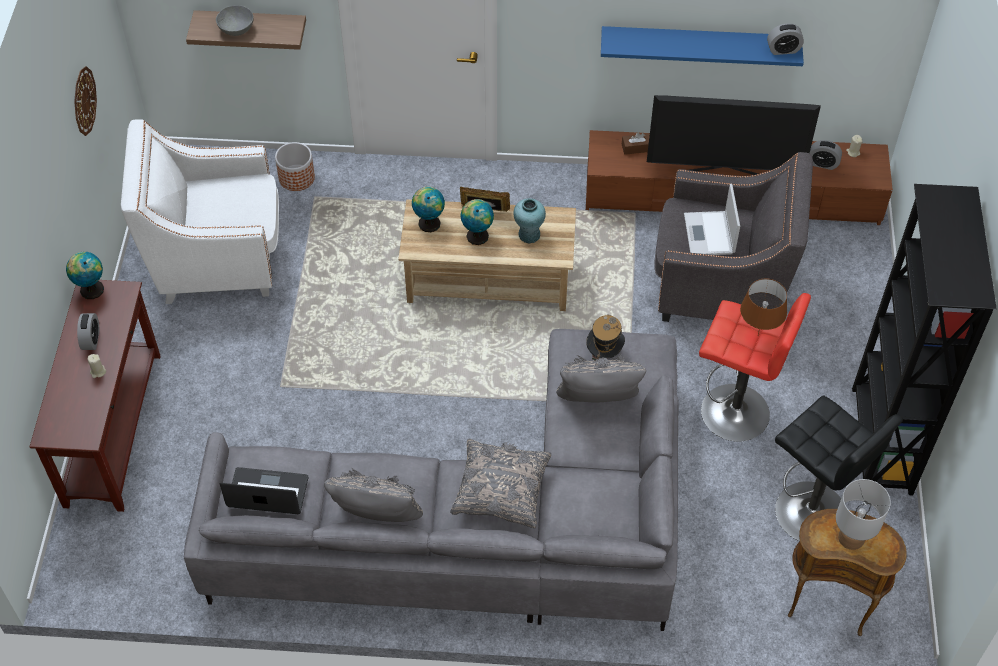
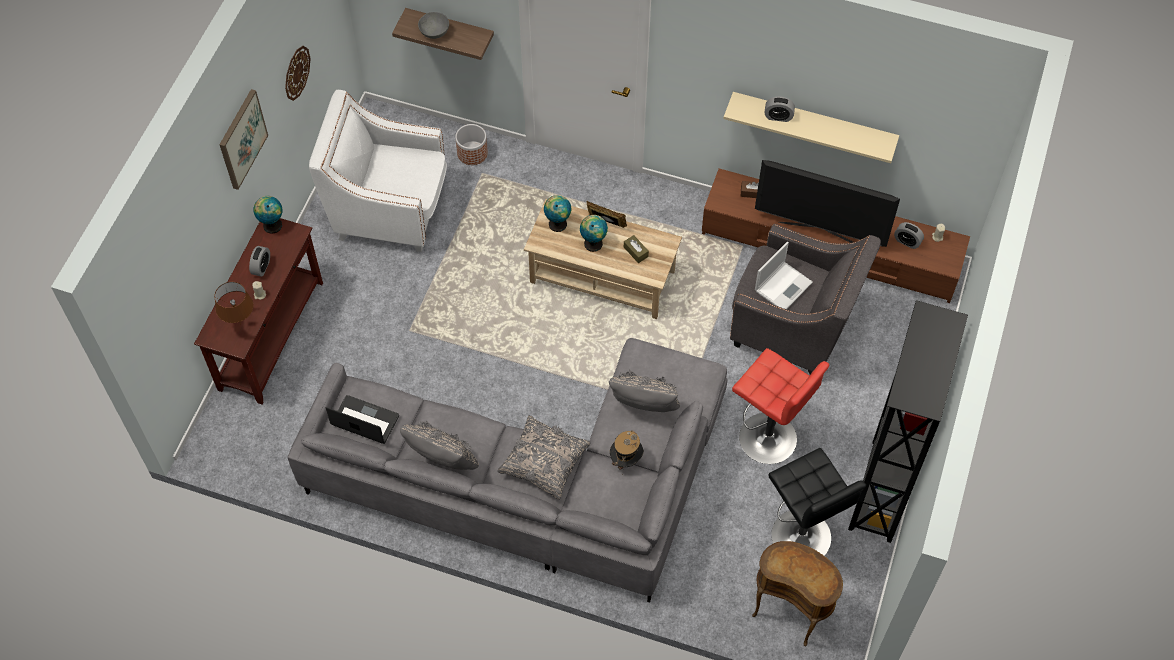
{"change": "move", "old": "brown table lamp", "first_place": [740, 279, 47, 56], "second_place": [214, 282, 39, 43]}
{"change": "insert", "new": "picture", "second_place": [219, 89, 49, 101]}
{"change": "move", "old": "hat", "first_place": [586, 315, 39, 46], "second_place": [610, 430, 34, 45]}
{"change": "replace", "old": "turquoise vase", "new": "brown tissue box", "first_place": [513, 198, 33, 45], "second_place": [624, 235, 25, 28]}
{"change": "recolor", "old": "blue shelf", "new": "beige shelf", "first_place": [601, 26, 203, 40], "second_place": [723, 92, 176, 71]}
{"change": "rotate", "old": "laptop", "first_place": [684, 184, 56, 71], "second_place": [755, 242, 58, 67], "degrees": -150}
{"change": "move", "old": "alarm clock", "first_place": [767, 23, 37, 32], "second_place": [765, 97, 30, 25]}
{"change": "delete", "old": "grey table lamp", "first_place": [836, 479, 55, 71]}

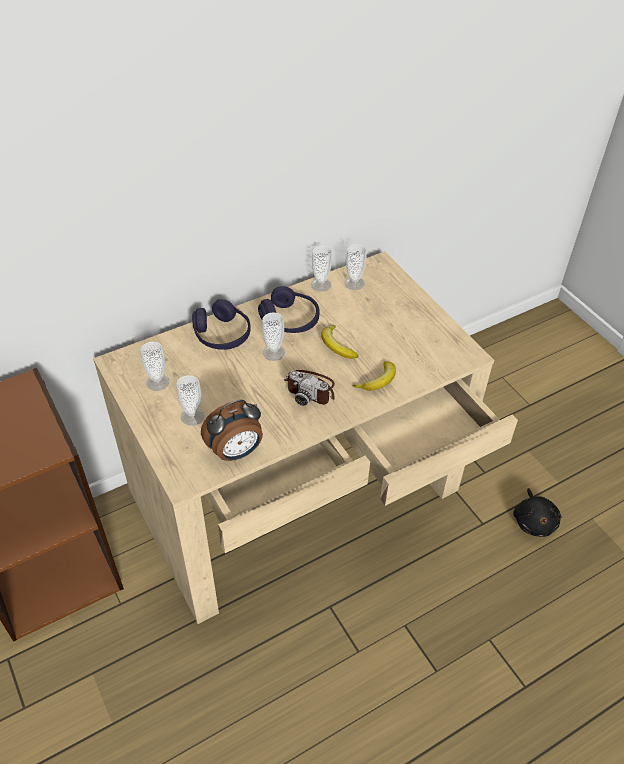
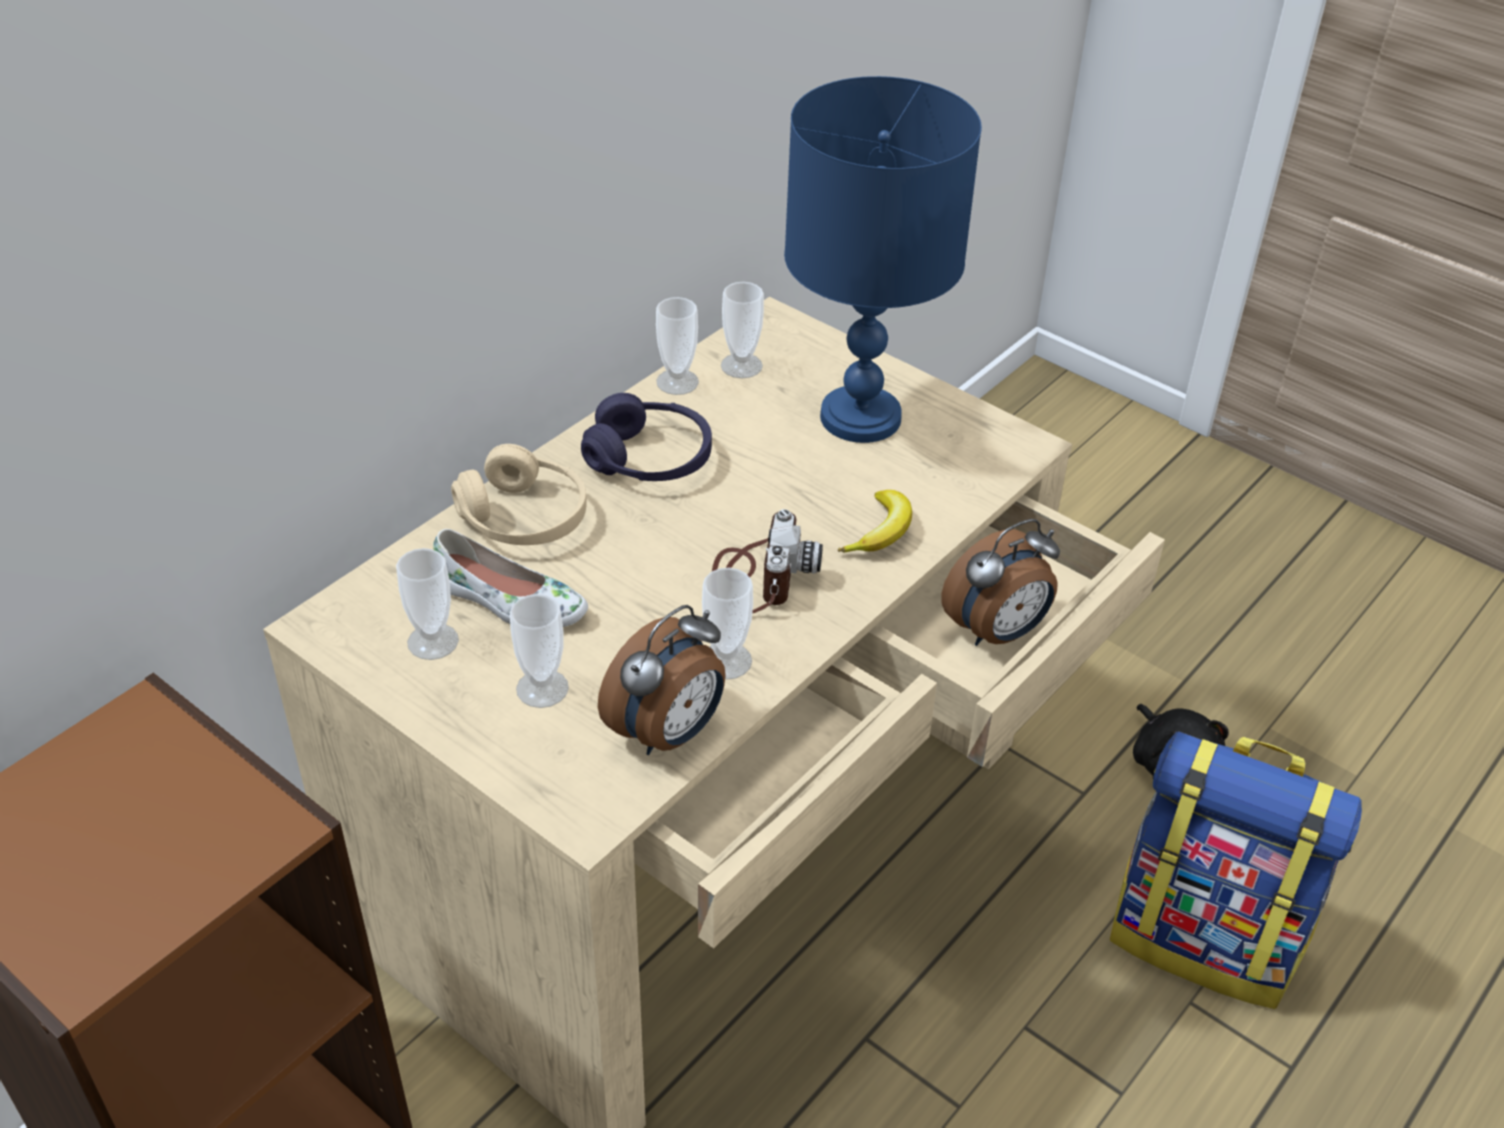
{"change": "insert", "new": "white shoe", "second_place": [433, 529, 155, 98]}
{"change": "recolor", "old": "purple headphones", "new": "beige headphones", "first_place": [192, 299, 59, 51], "second_place": [451, 444, 136, 101]}
{"change": "move", "old": "cup", "first_place": [262, 313, 23, 48], "second_place": [702, 568, 51, 112]}
{"change": "rotate", "old": "photo camera", "first_place": [284, 370, 51, 36], "second_place": [712, 509, 111, 105], "degrees": -90}
{"change": "insert", "new": "blue table lamp", "second_place": [784, 76, 198, 367]}
{"change": "insert", "new": "alarm clock", "second_place": [941, 519, 119, 127]}
{"change": "insert", "new": "backpack", "second_place": [1110, 731, 252, 278]}
{"change": "delete", "old": "banana", "first_place": [321, 325, 37, 34]}

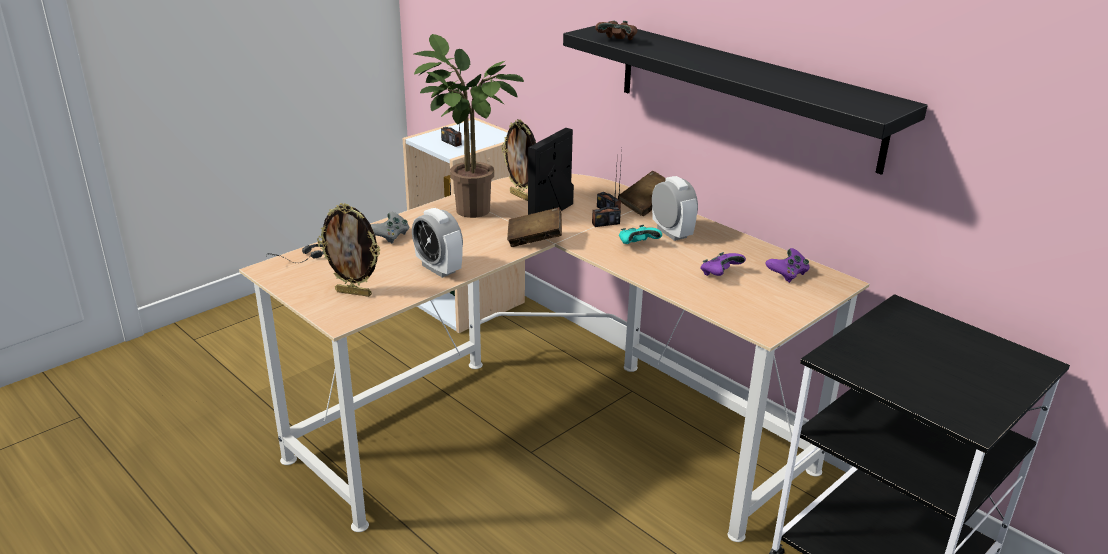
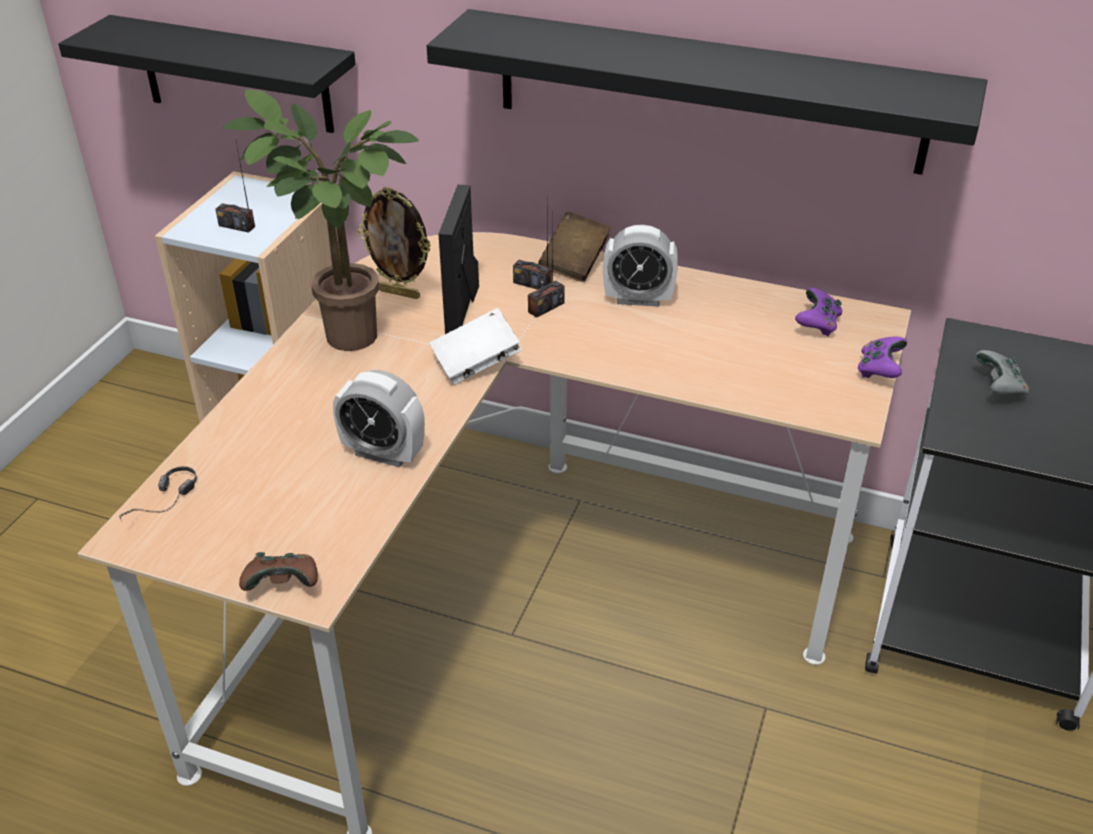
{"change": "insert", "new": "black shelf", "second_place": [58, 15, 298, 118]}
{"change": "move", "old": "brown game controller", "first_place": [595, 21, 42, 19], "second_place": [239, 552, 79, 39]}
{"change": "recolor", "old": "brown book", "new": "white book", "first_place": [507, 207, 55, 40], "second_place": [430, 308, 91, 76]}
{"change": "rotate", "old": "alarm clock", "first_place": [652, 176, 46, 65], "second_place": [603, 225, 75, 82], "degrees": 150}
{"change": "move", "old": "purple game controller", "first_place": [700, 252, 46, 24], "second_place": [858, 337, 49, 41]}
{"change": "move", "old": "grey game controller", "first_place": [371, 212, 38, 31], "second_place": [976, 350, 53, 49]}
{"change": "delete", "old": "picture frame", "first_place": [317, 203, 63, 94]}
{"change": "delete", "old": "turquoise game controller", "first_place": [619, 225, 43, 19]}

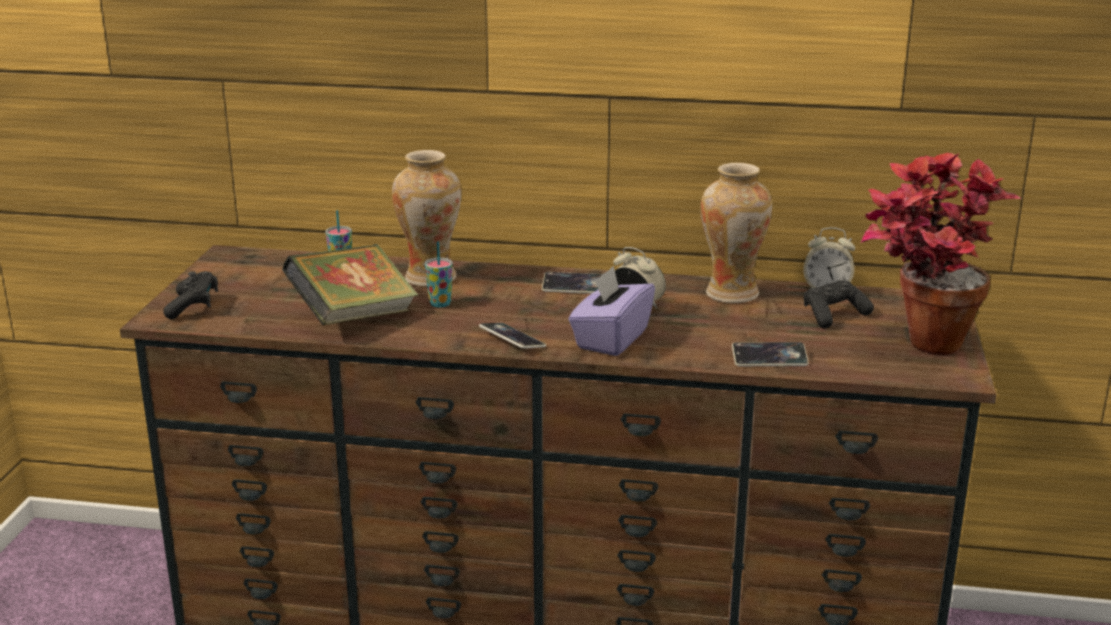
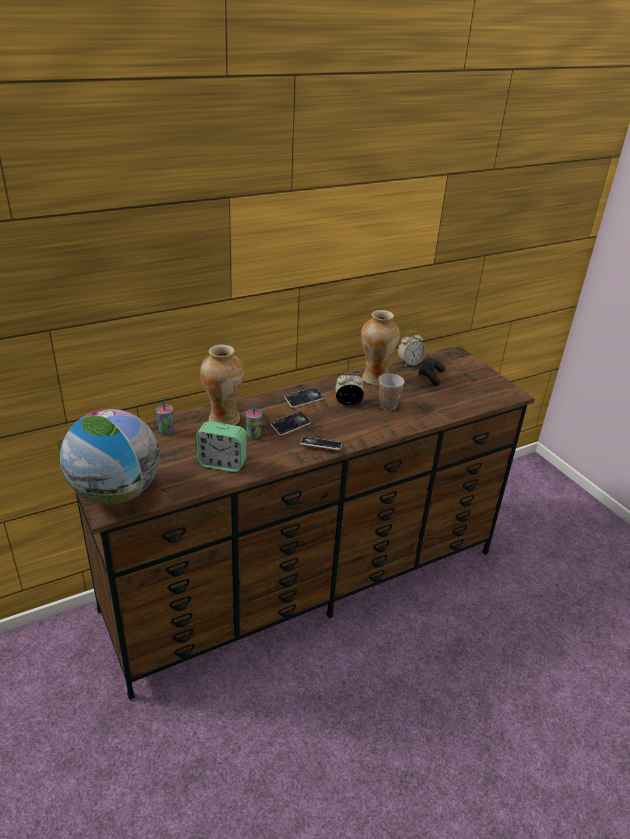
{"change": "replace", "old": "black game controller", "new": "globe", "first_place": [163, 271, 55, 48], "second_place": [60, 409, 100, 96]}
{"change": "replace", "old": "book", "new": "alarm clock", "first_place": [282, 244, 136, 81], "second_place": [196, 421, 51, 51]}
{"change": "move", "old": "phone", "first_place": [732, 342, 76, 24], "second_place": [271, 411, 40, 25]}
{"change": "insert", "new": "cup", "second_place": [378, 374, 27, 36]}
{"change": "delete", "old": "purple tissue box", "first_place": [568, 266, 87, 90]}
{"change": "delete", "old": "potted plant", "first_place": [861, 153, 161, 202]}

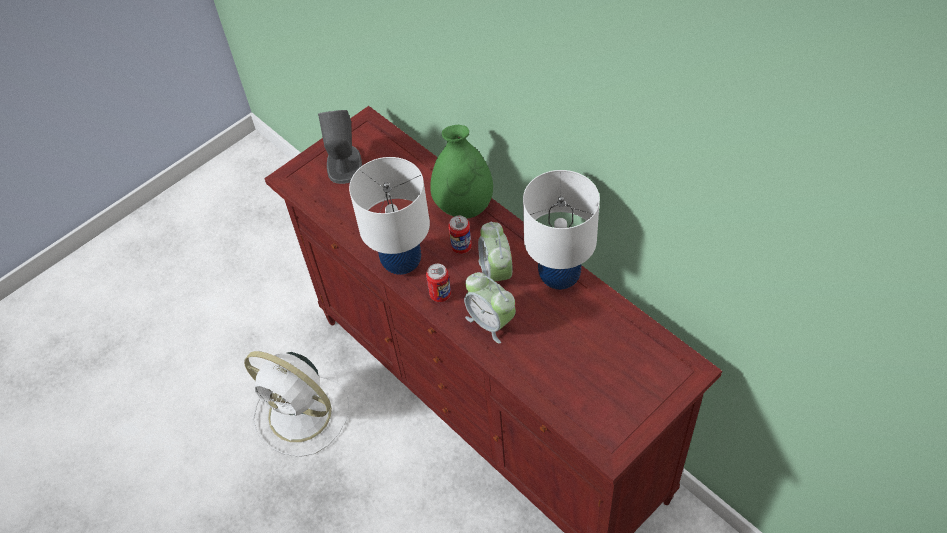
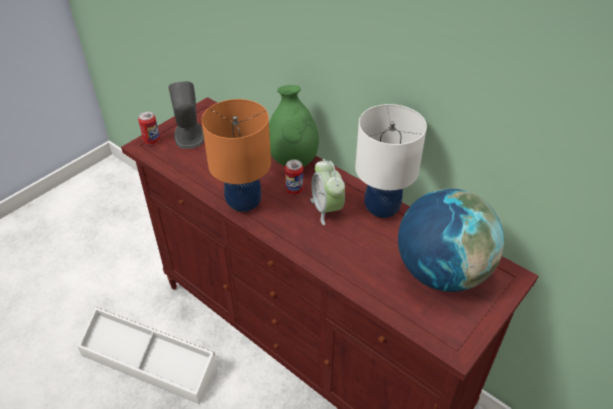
{"change": "replace", "old": "white fan", "new": "white storage box", "first_place": [244, 351, 105, 106], "second_place": [77, 307, 141, 97]}
{"change": "move", "old": "can", "first_place": [426, 264, 25, 38], "second_place": [138, 112, 22, 32]}
{"change": "recolor", "old": "white table lamp", "new": "orange table lamp", "first_place": [349, 157, 81, 118], "second_place": [201, 99, 70, 113]}
{"change": "insert", "new": "globe", "second_place": [398, 188, 106, 104]}
{"change": "delete", "old": "alarm clock", "first_place": [464, 272, 52, 72]}

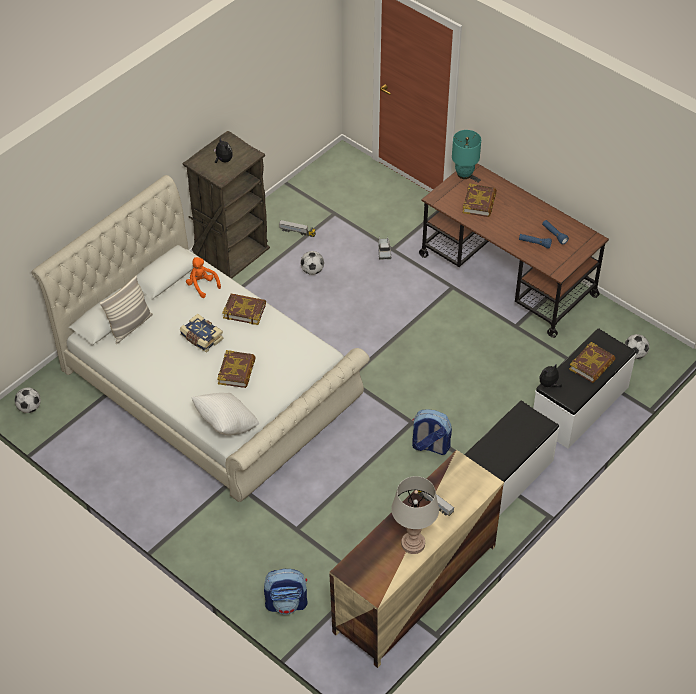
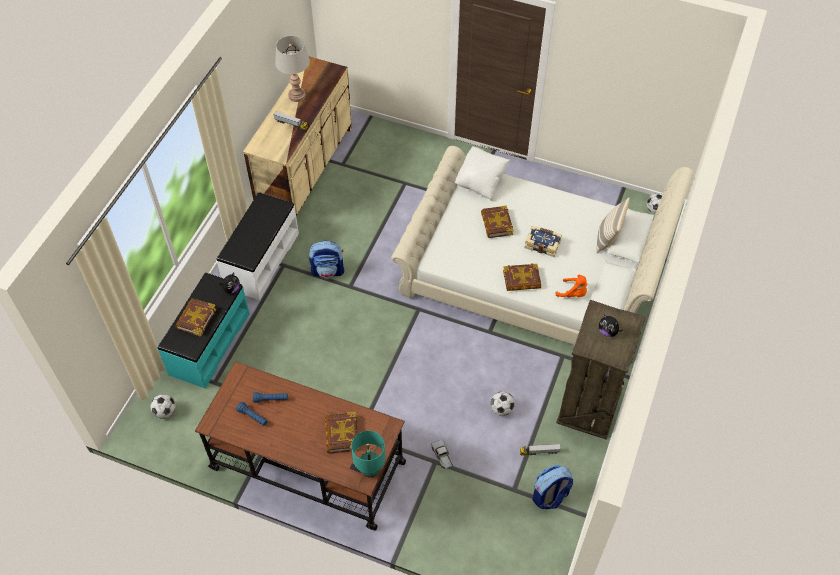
{"change": "recolor", "old": "white bench", "new": "turquoise bench", "first_place": [533, 328, 103, 121], "second_place": [158, 273, 91, 116]}
{"change": "move", "old": "backpack", "first_place": [264, 569, 44, 46], "second_place": [533, 465, 40, 44]}

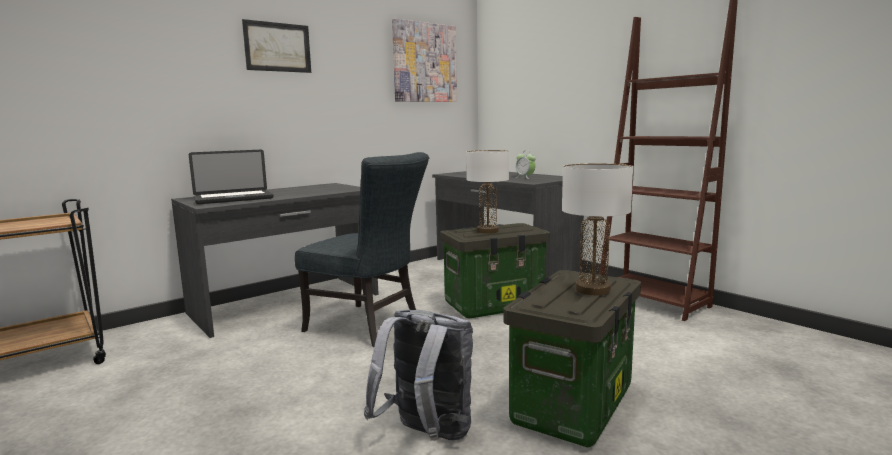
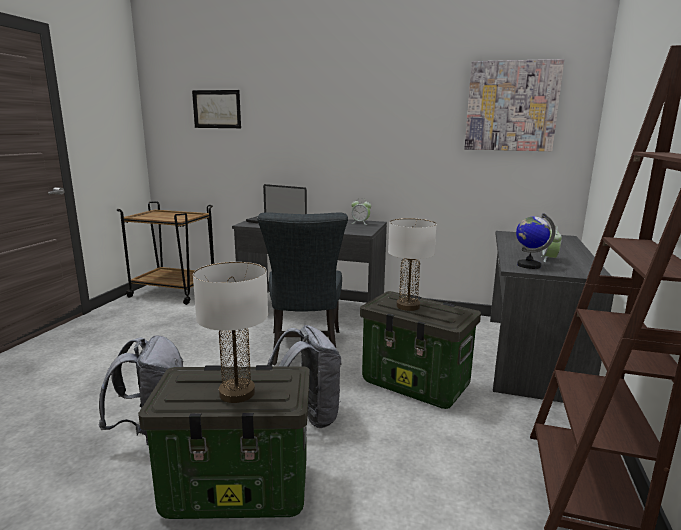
{"change": "move", "old": "picture", "first_place": [242, 19, 69, 54], "second_place": [192, 90, 49, 38]}
{"change": "insert", "new": "grey backpack", "second_place": [268, 325, 74, 103]}
{"change": "insert", "new": "alarm clock", "second_place": [351, 201, 20, 24]}
{"change": "insert", "new": "globe", "second_place": [516, 213, 40, 56]}

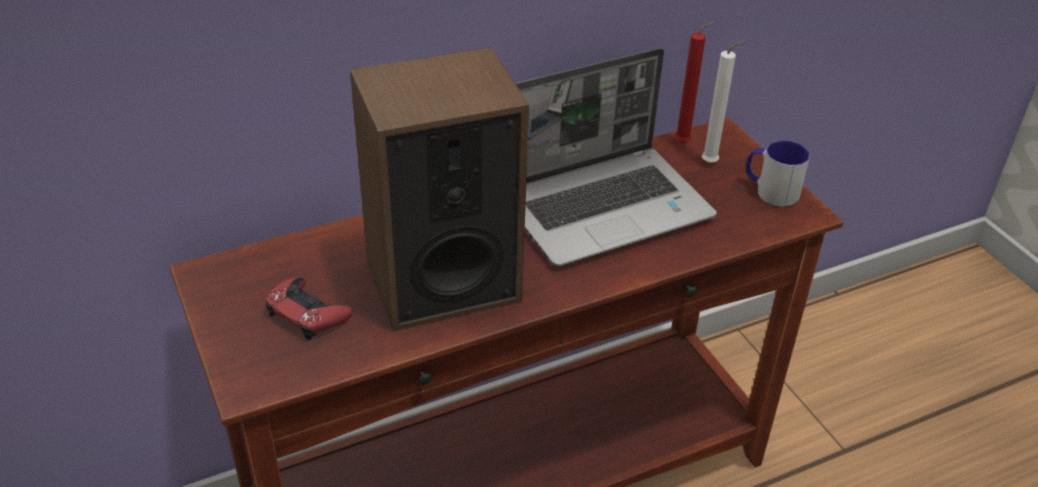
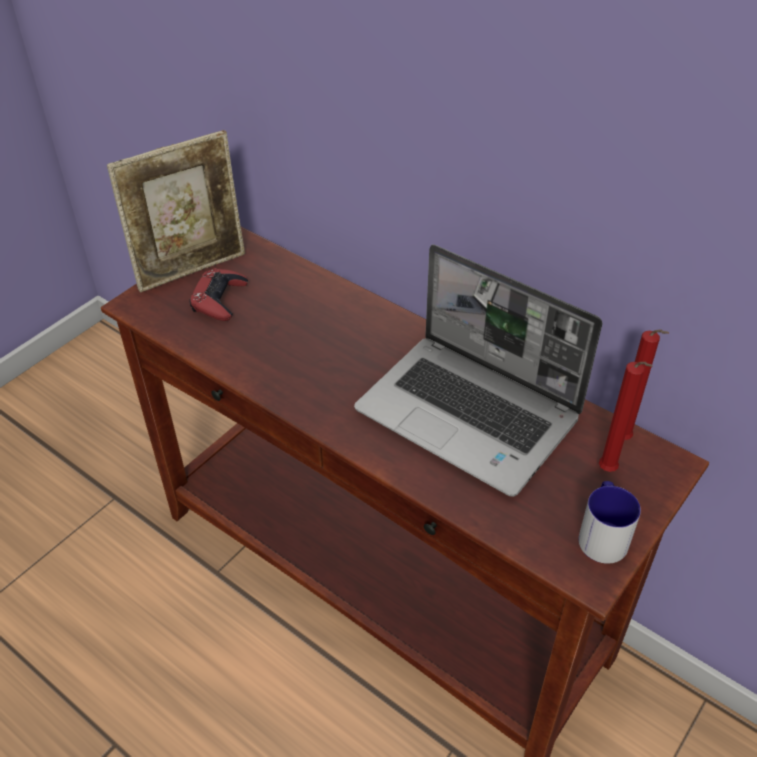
{"change": "insert", "new": "picture frame", "second_place": [107, 130, 138, 163]}
{"change": "recolor", "old": "white candle", "new": "red candle", "first_place": [702, 41, 44, 122], "second_place": [599, 362, 54, 110]}
{"change": "delete", "old": "speaker", "first_place": [350, 47, 179, 284]}

